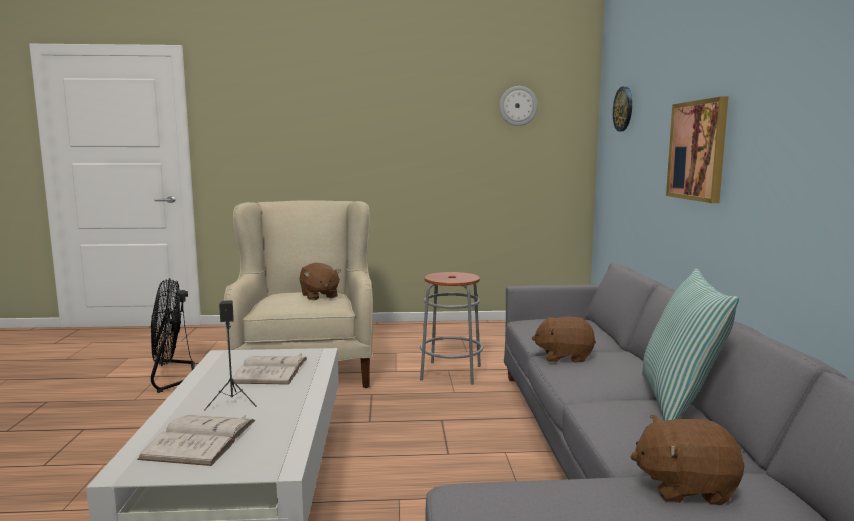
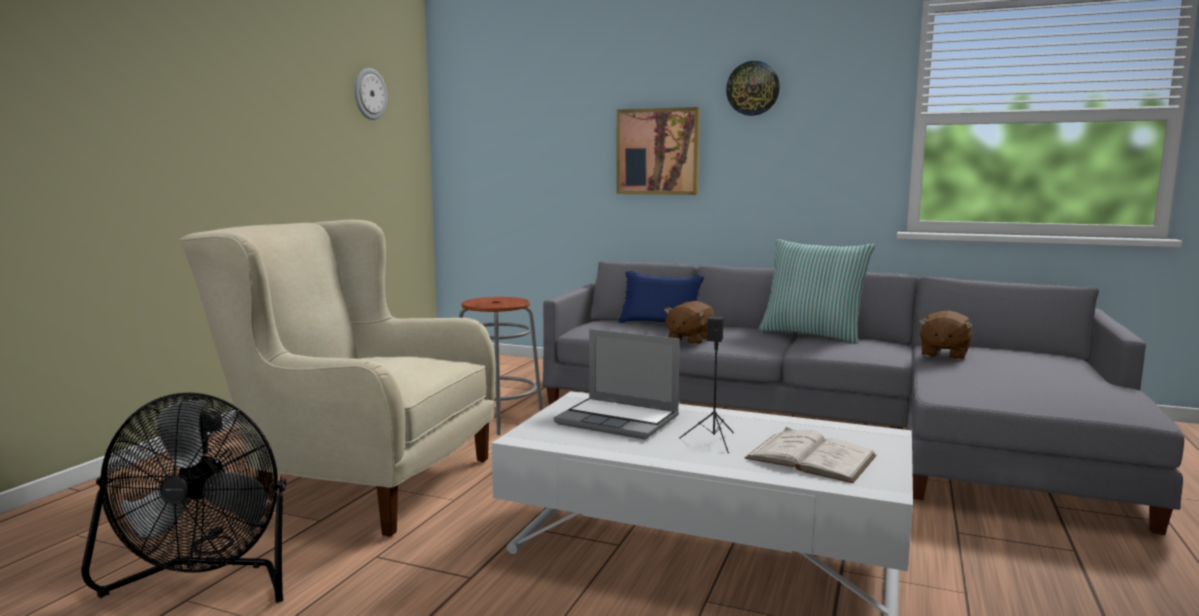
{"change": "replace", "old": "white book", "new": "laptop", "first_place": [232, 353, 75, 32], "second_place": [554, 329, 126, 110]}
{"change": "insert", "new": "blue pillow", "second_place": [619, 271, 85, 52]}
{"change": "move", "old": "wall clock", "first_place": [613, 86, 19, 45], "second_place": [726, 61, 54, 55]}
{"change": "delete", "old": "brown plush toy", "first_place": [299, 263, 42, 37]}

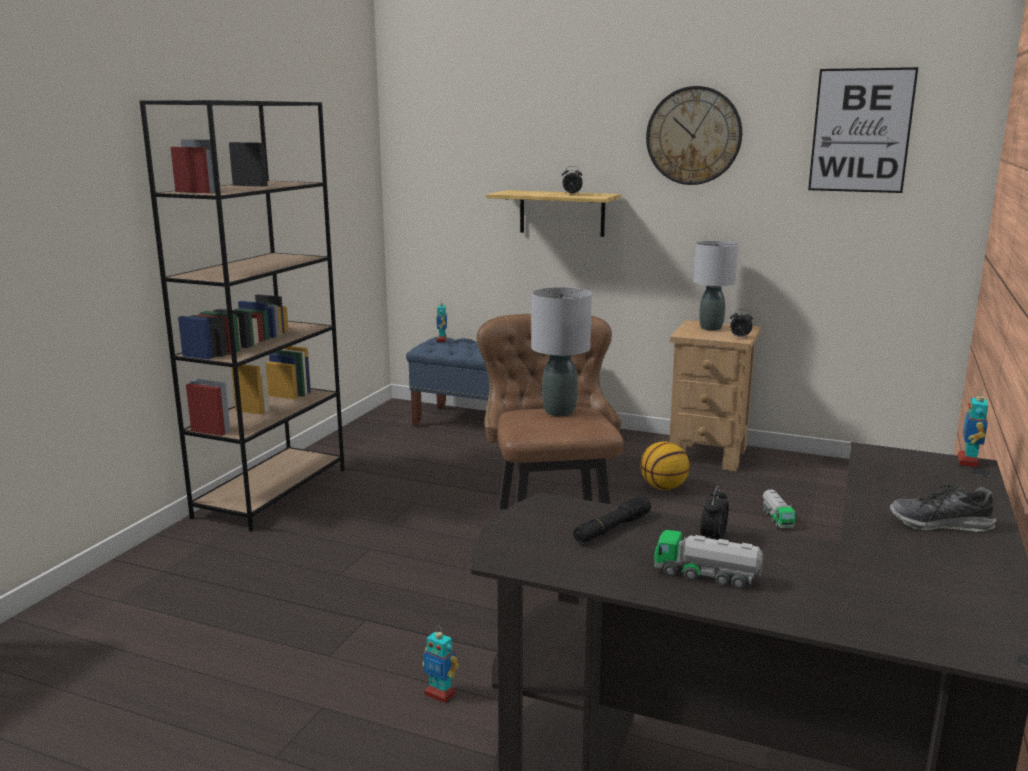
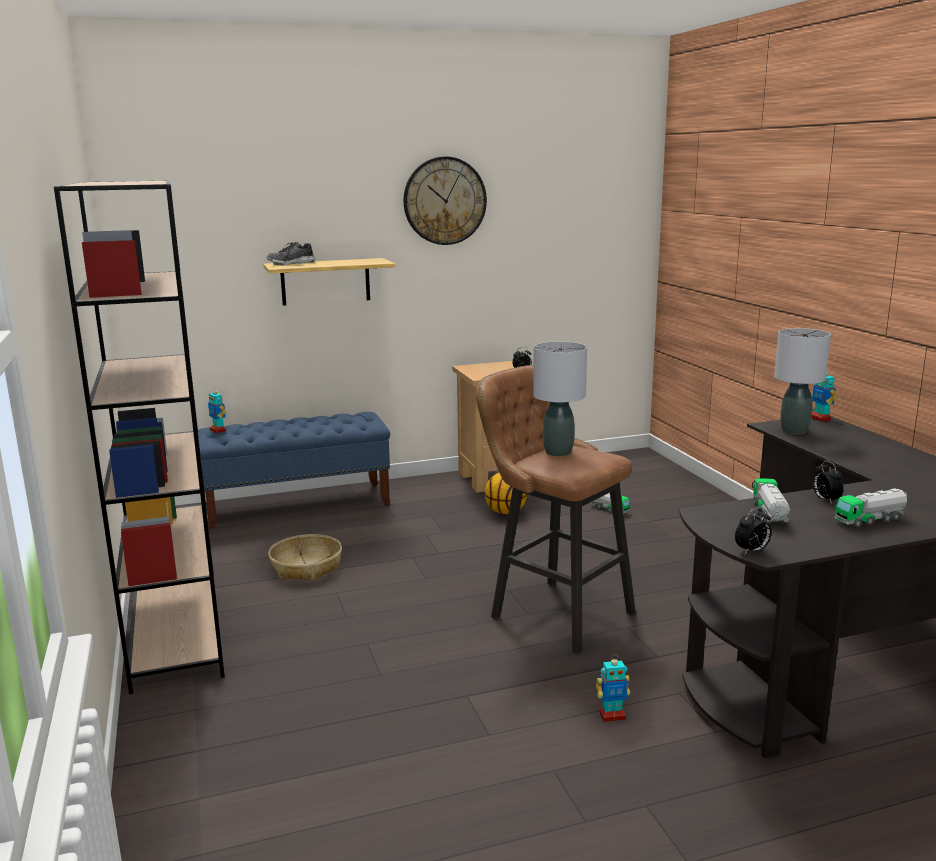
{"change": "move", "old": "shoe", "first_place": [890, 485, 106, 47], "second_place": [267, 242, 48, 23]}
{"change": "insert", "new": "basket", "second_place": [268, 534, 74, 47]}
{"change": "move", "old": "alarm clock", "first_place": [562, 166, 21, 28], "second_place": [735, 507, 36, 47]}
{"change": "replace", "old": "black flashlight", "new": "toy truck", "first_place": [573, 496, 78, 47], "second_place": [752, 479, 38, 45]}
{"change": "move", "old": "grey table lamp", "first_place": [693, 241, 45, 90], "second_place": [774, 328, 57, 106]}
{"change": "delete", "old": "picture", "first_place": [808, 67, 110, 126]}

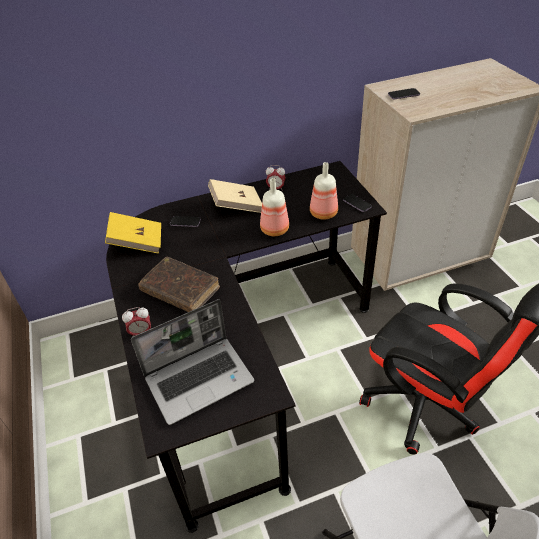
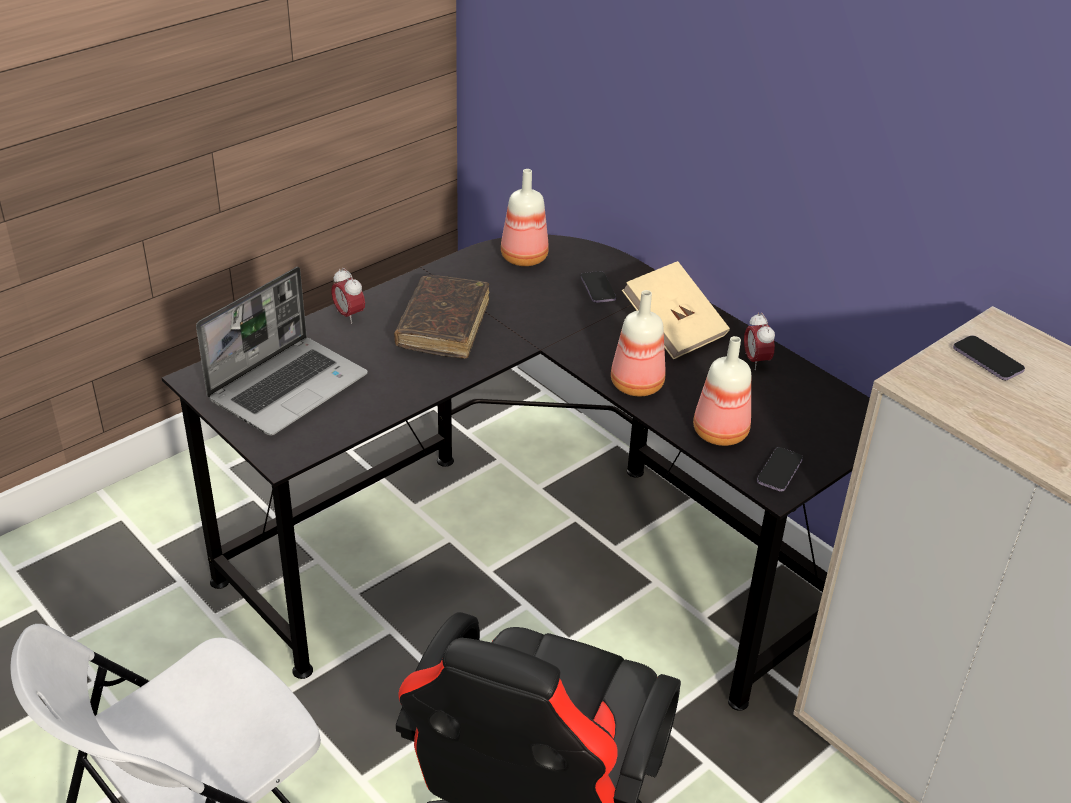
{"change": "rotate", "old": "laptop", "first_place": [131, 299, 123, 126], "second_place": [196, 267, 172, 169], "degrees": -90}
{"change": "replace", "old": "yellow book", "new": "bottle", "first_place": [105, 212, 56, 42], "second_place": [501, 169, 48, 97]}

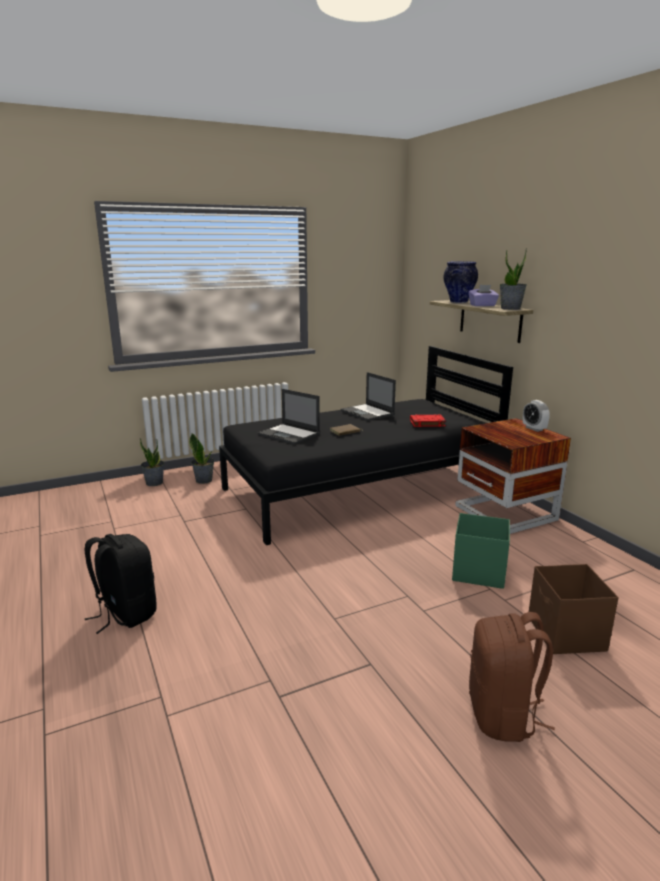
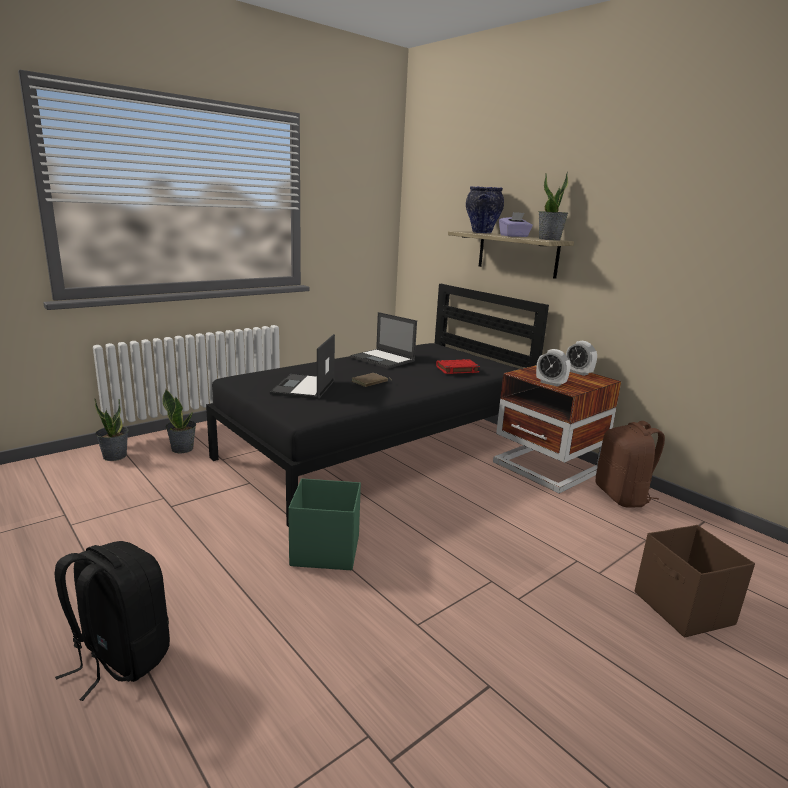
{"change": "rotate", "old": "laptop", "first_place": [257, 389, 63, 56], "second_place": [270, 334, 65, 65], "degrees": 75}
{"change": "move", "old": "green storage box", "first_place": [452, 513, 58, 76], "second_place": [288, 478, 73, 92]}
{"change": "insert", "new": "alarm clock", "second_place": [536, 349, 35, 38]}
{"change": "move", "old": "brown backpack", "first_place": [469, 612, 86, 130], "second_place": [596, 421, 69, 87]}

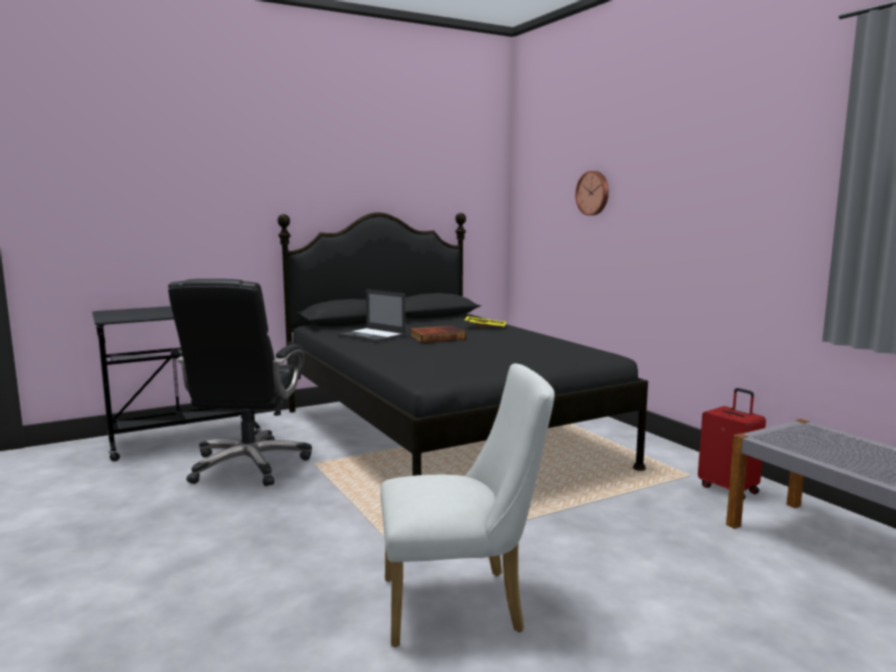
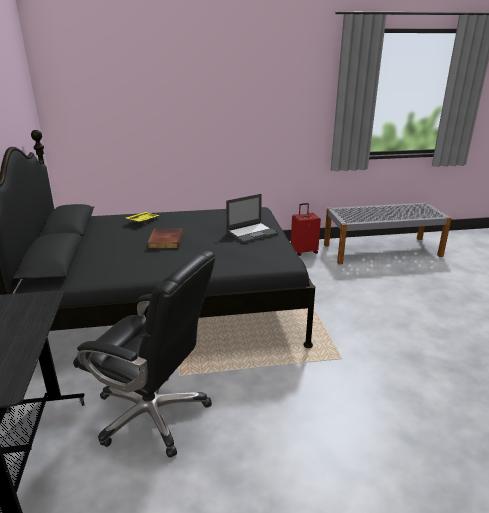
{"change": "move", "old": "laptop", "first_place": [338, 289, 68, 54], "second_place": [226, 194, 53, 49]}
{"change": "delete", "old": "white chair", "first_place": [380, 363, 175, 284]}
{"change": "delete", "old": "wall clock", "first_place": [575, 171, 34, 45]}

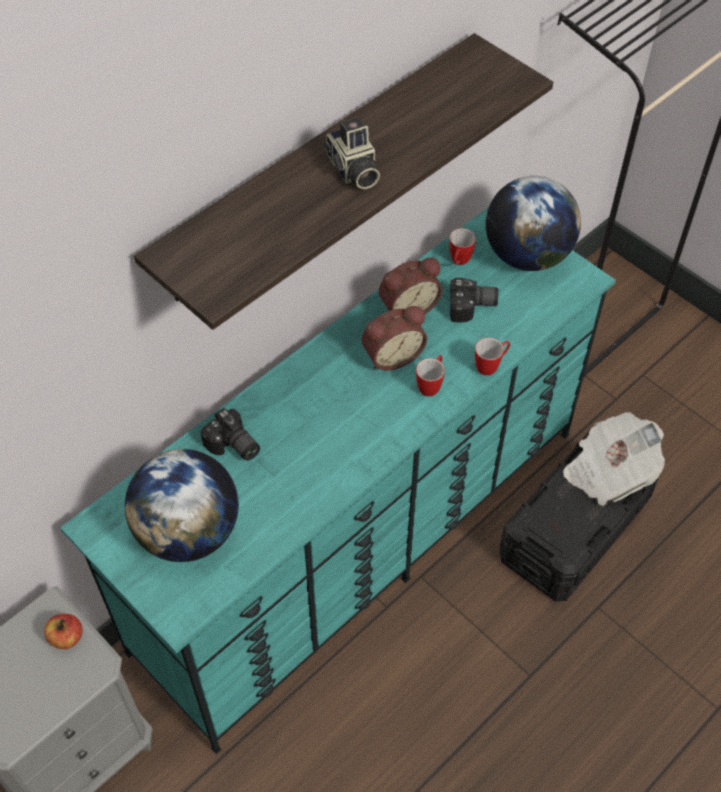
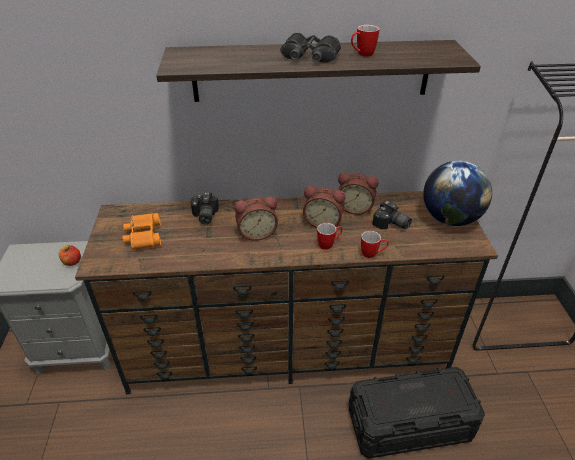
{"change": "recolor", "old": "turquoise dresser", "new": "brown dresser", "first_place": [60, 207, 556, 547], "second_place": [75, 191, 423, 204]}
{"change": "replace", "old": "globe", "new": "orange binoculars", "first_place": [125, 449, 114, 113], "second_place": [123, 213, 38, 37]}
{"change": "insert", "new": "alarm clock", "second_place": [234, 196, 44, 45]}
{"change": "replace", "old": "photo camera", "new": "black binoculars", "first_place": [324, 117, 56, 72], "second_place": [280, 32, 61, 31]}
{"change": "move", "old": "mug", "first_place": [449, 228, 27, 37], "second_place": [351, 25, 29, 32]}
{"change": "delete", "old": "newspaper", "first_place": [563, 412, 102, 94]}

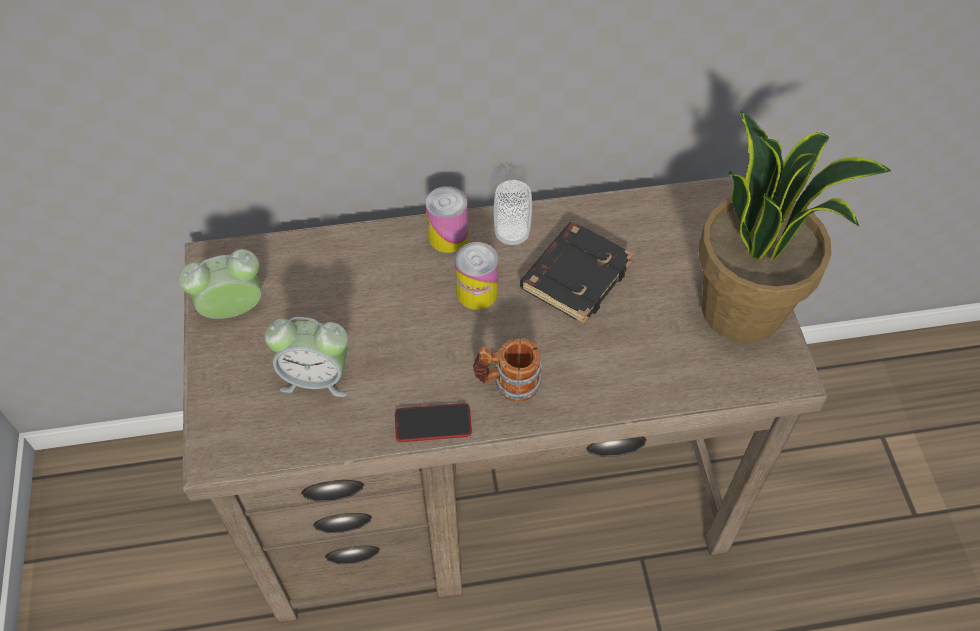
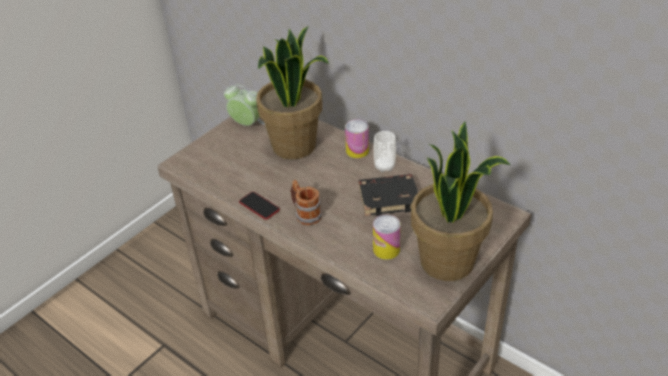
{"change": "insert", "new": "potted plant", "second_place": [256, 26, 73, 133]}
{"change": "move", "old": "can", "first_place": [455, 242, 43, 68], "second_place": [373, 214, 28, 46]}
{"change": "delete", "old": "alarm clock", "first_place": [264, 317, 84, 80]}

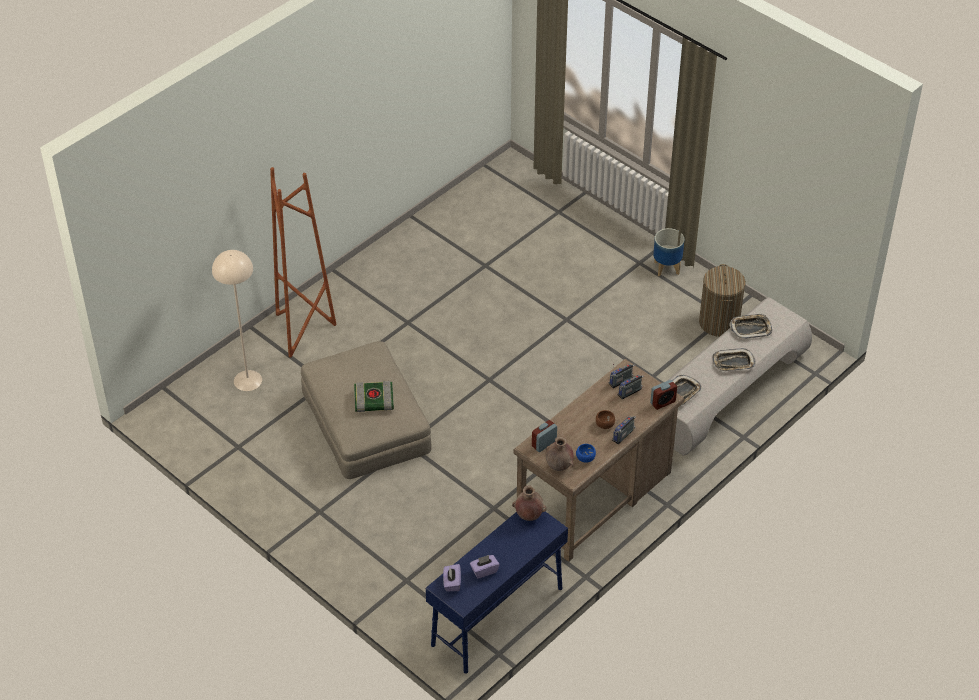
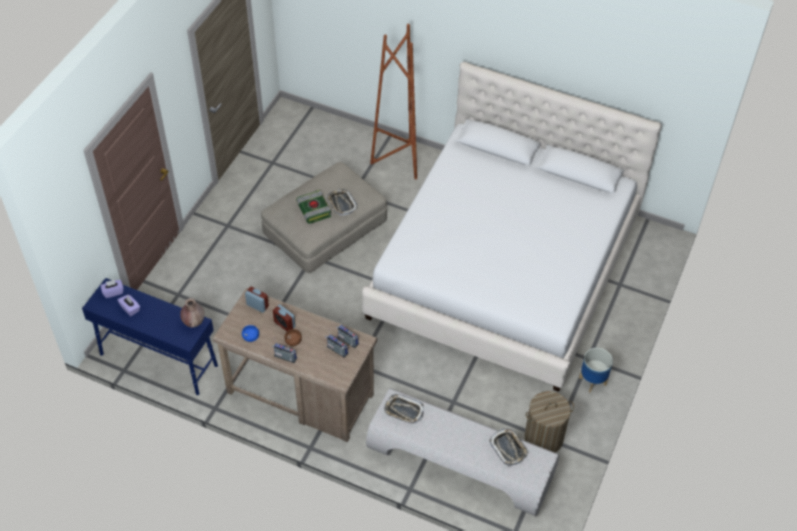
{"change": "move", "old": "alarm clock", "first_place": [650, 380, 27, 30], "second_place": [273, 304, 22, 27]}
{"change": "move", "old": "tray", "first_place": [713, 348, 43, 23], "second_place": [326, 189, 32, 27]}
{"change": "insert", "new": "white bed", "second_place": [362, 62, 300, 330]}
{"change": "delete", "old": "beige floor lamp", "first_place": [212, 250, 50, 141]}
{"change": "delete", "old": "brown vase", "first_place": [545, 437, 29, 34]}

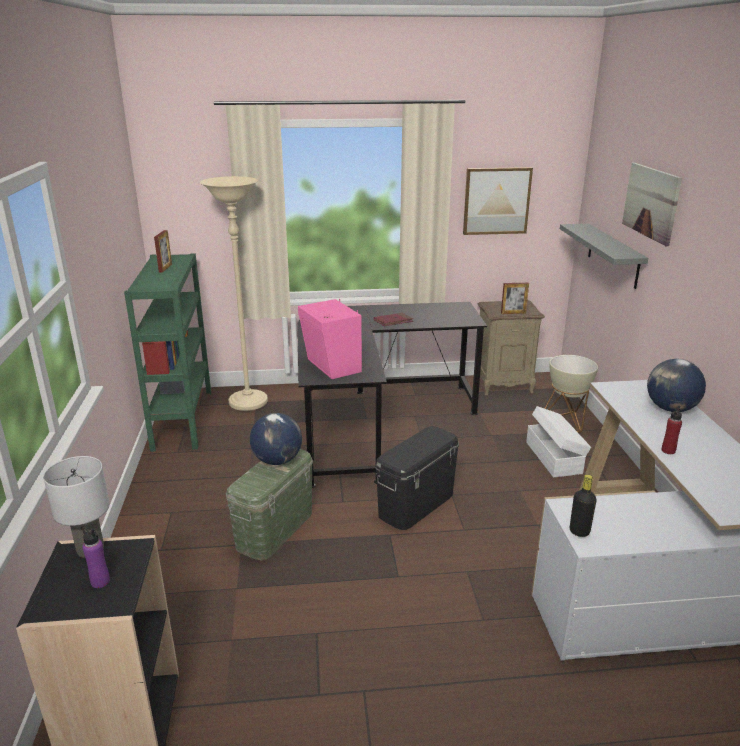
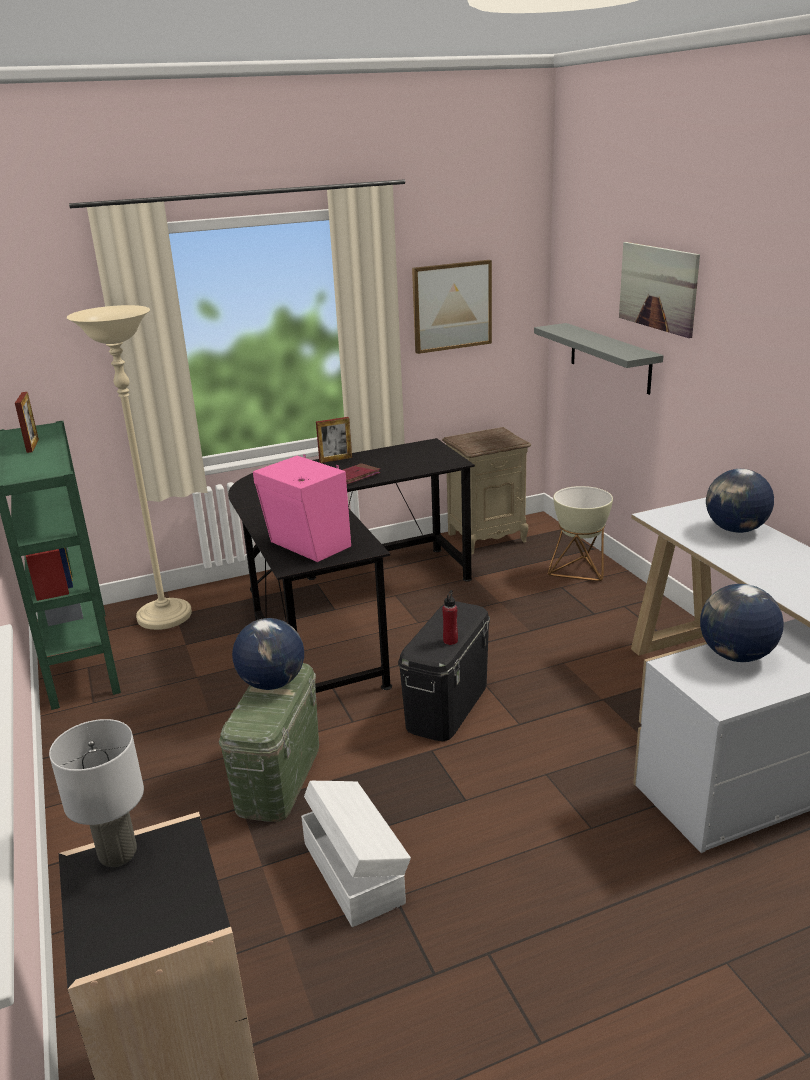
{"change": "move", "old": "white storage box", "first_place": [526, 406, 65, 71], "second_place": [301, 781, 110, 146]}
{"change": "move", "old": "picture frame", "first_place": [501, 283, 28, 31], "second_place": [316, 417, 36, 46]}
{"change": "move", "old": "red bottle", "first_place": [662, 406, 20, 48], "second_place": [442, 590, 16, 55]}
{"change": "insert", "new": "globe", "second_place": [700, 584, 83, 78]}
{"change": "delete", "old": "purple bottle", "first_place": [81, 526, 29, 62]}
{"change": "delete", "old": "black bottle", "first_place": [570, 475, 27, 62]}

